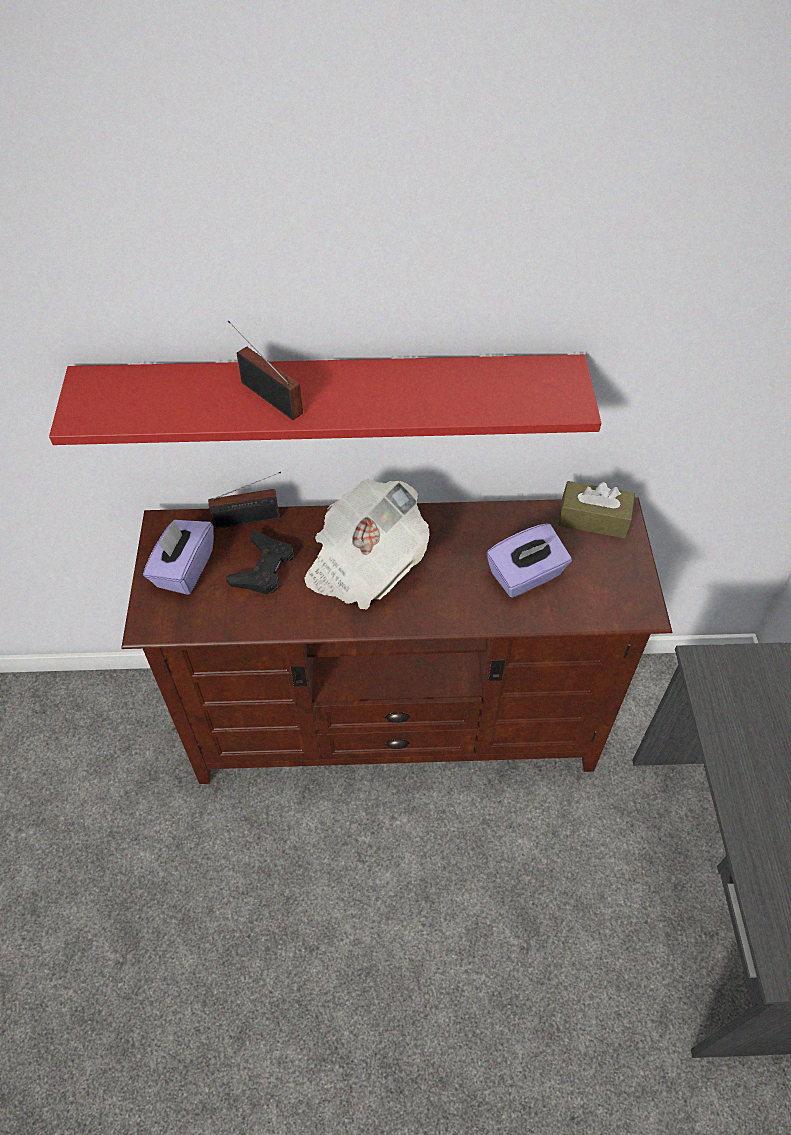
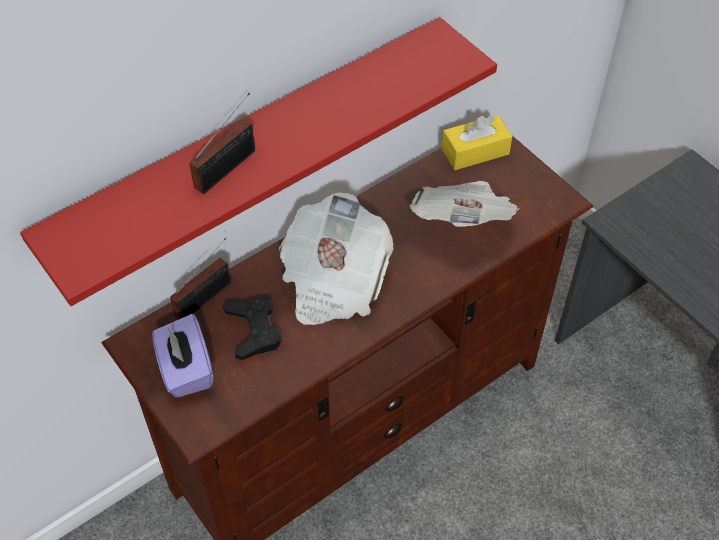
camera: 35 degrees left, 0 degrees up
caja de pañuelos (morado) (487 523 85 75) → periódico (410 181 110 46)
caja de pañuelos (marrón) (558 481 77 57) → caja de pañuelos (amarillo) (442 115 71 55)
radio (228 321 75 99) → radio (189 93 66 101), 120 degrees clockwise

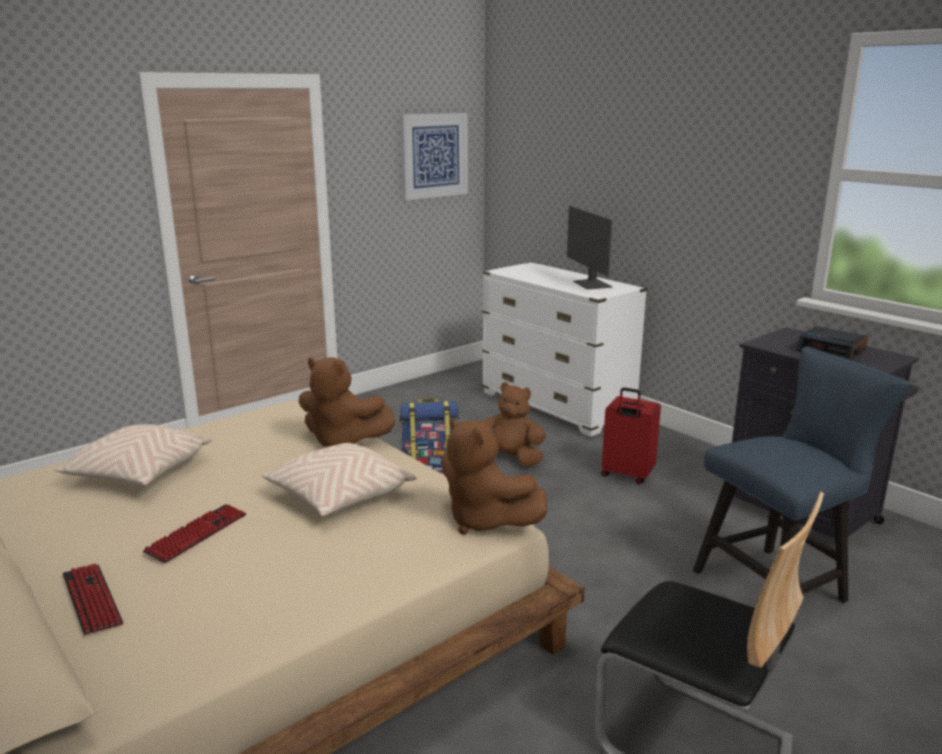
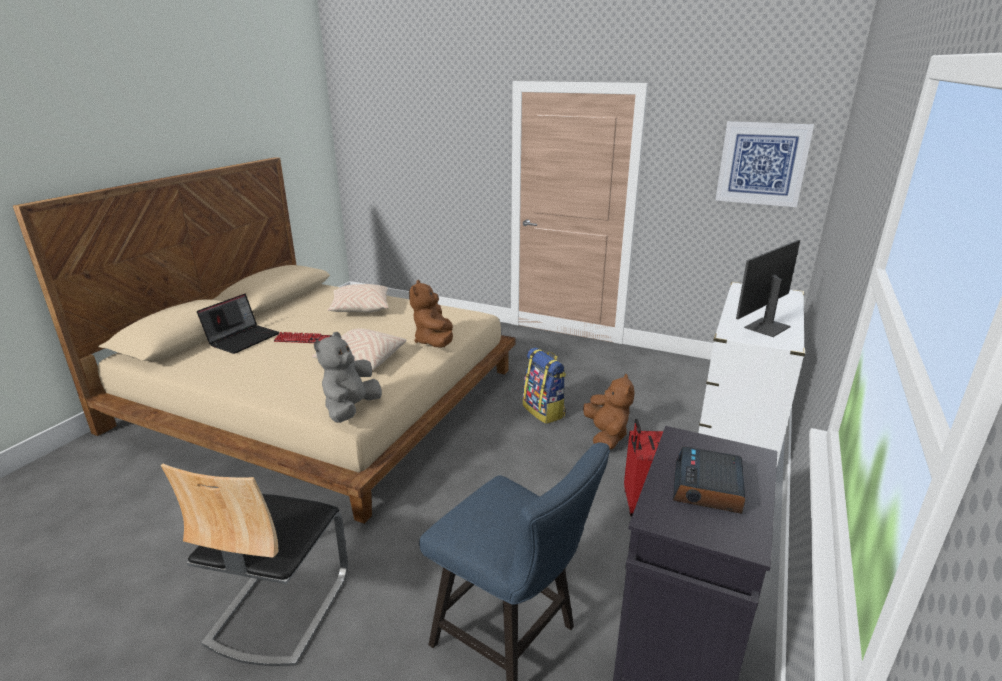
camera: 65 degrees right, 5 degrees up
teclado (62 563 61 72) → portátil (197 294 82 60)
peluche (marrón) (441 417 107 118) → peluche (gris) (314 332 68 91)

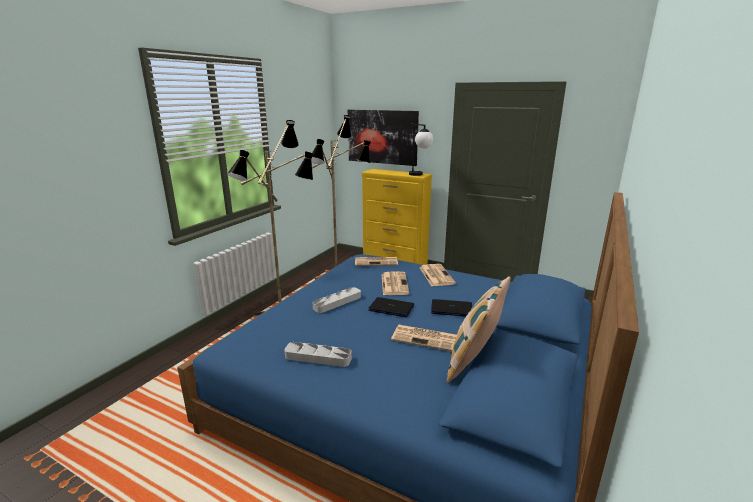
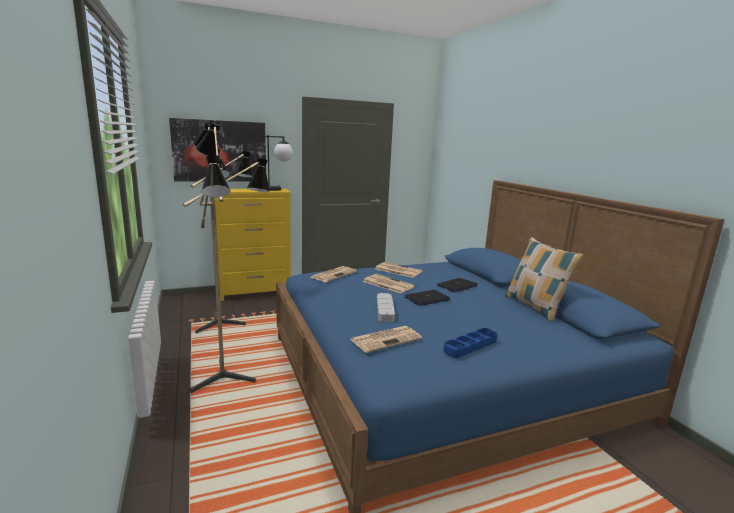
camera: 50 degrees left, 5 degrees down
periódico (391 325 66 26) → periódico (350 326 72 27), moved
bandeja (gris) (284 342 68 25) → bandeja (azul) (443 328 55 30)

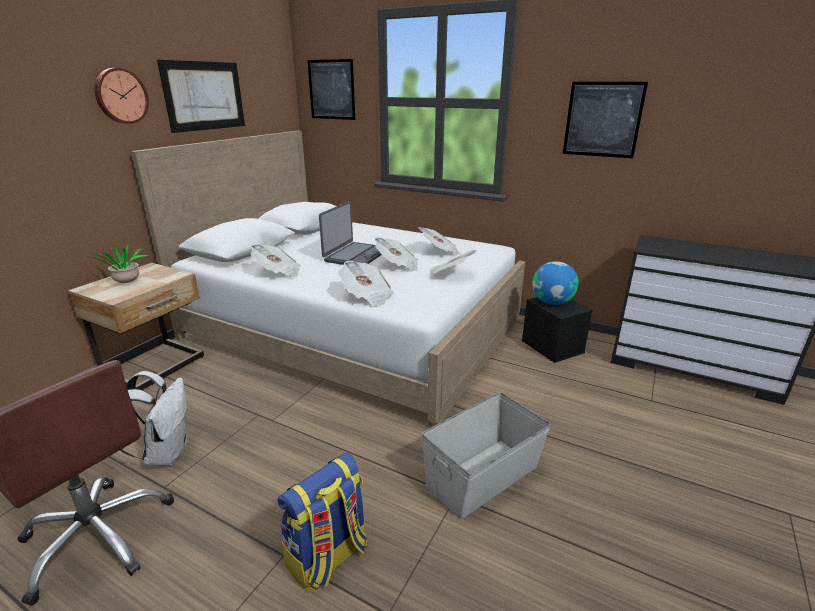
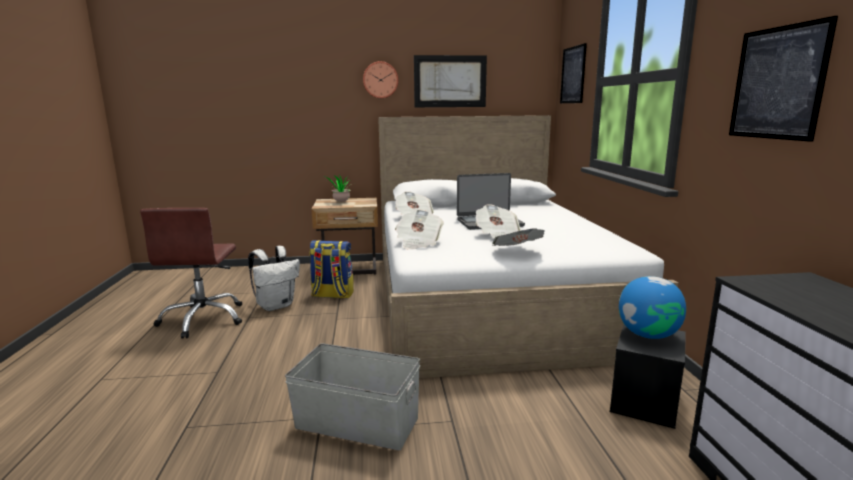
camera: 55 degrees right, 10 degrees down
periódico (419 227 42 28) → -
mochila (278 453 89 140) → mochila (309 240 45 59), moved

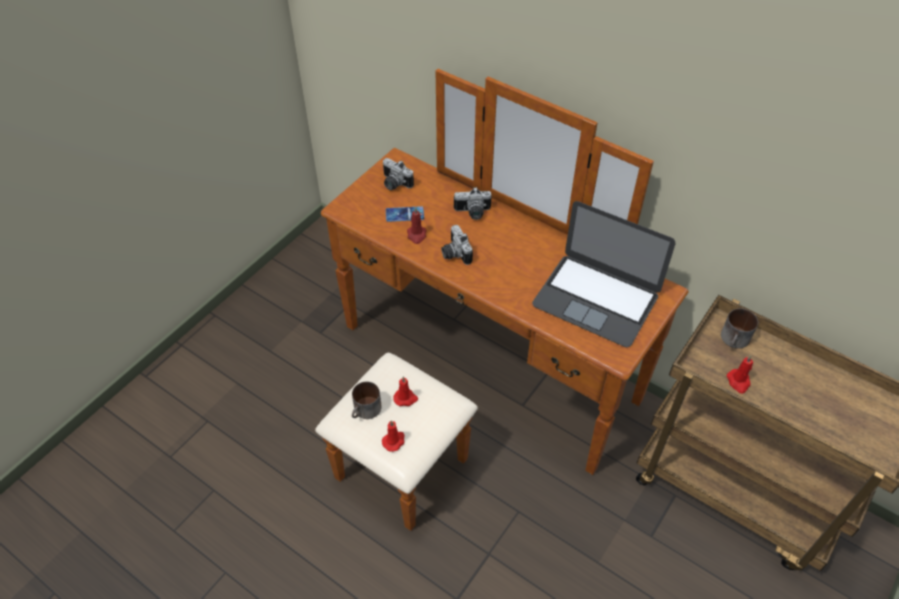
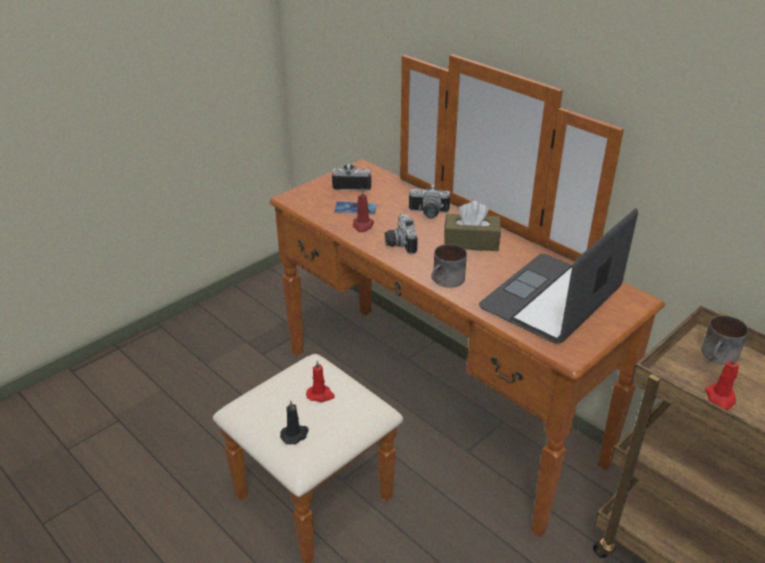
camera: 10 degrees right, 15 degrees down
- → caja de pañuelos (marrón) (444 201 57 50)
taza grande (352 381 30 38) → taza grande (431 244 36 44), moved
vela (rojo) (382 420 23 32) → vela (negro) (280 400 29 45)
cámara (382 158 32 32) → cámara (332 163 39 28), 135 degrees clockwise
portátil (532 201 143 146) → portátil (479 208 159 135), 90 degrees clockwise

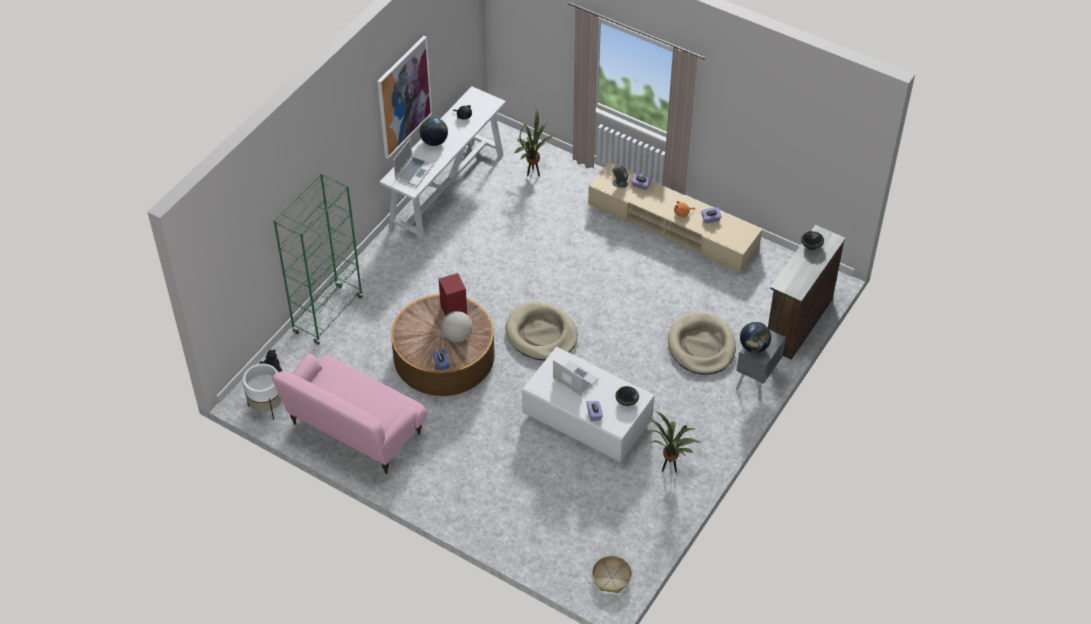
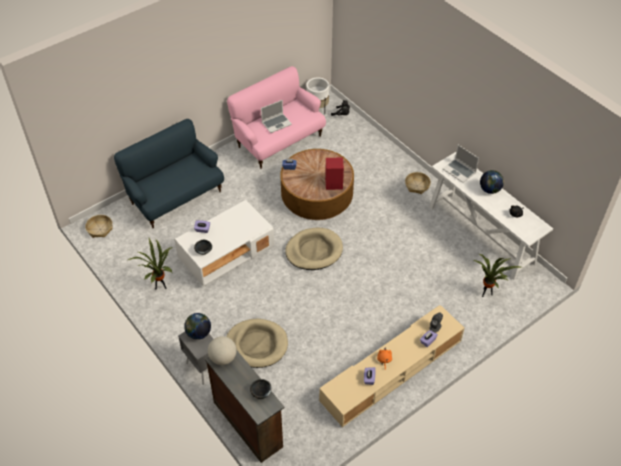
camera: 110 degrees right, 0 degrees up
estantería (verde) (273 173 90 172) → -
cuadro (377 36 55 123) → -
- → sofá (azul) (114 119 110 109)
- → cesta (405 172 26 22)
globo terráqueo (442 311 31 31) → globo terráqueo (208 336 28 29), moved
portátil (553 360 46 36) → portátil (261 100 31 33), moved

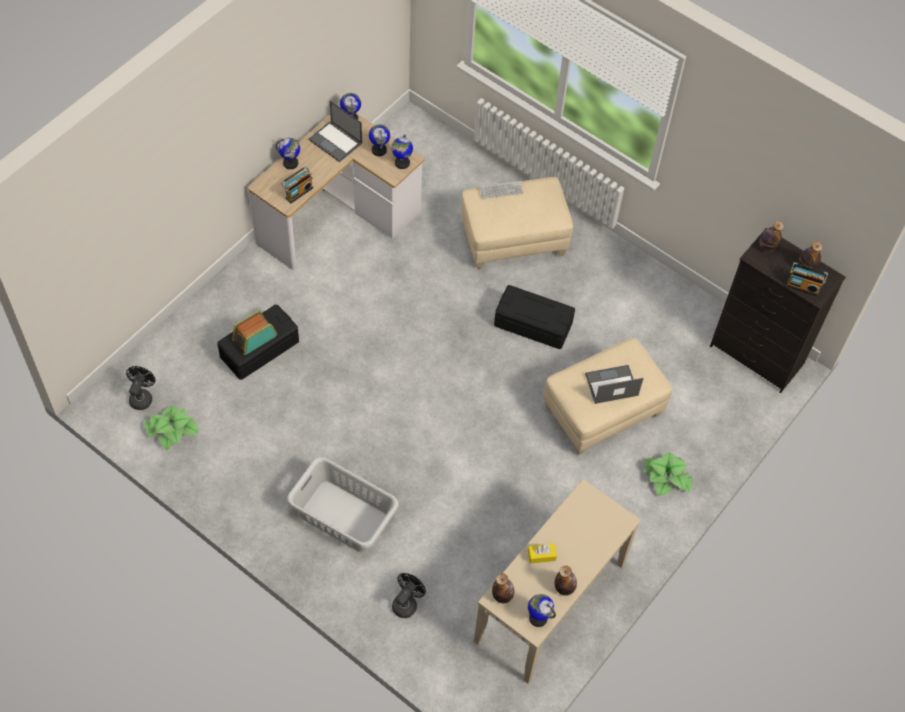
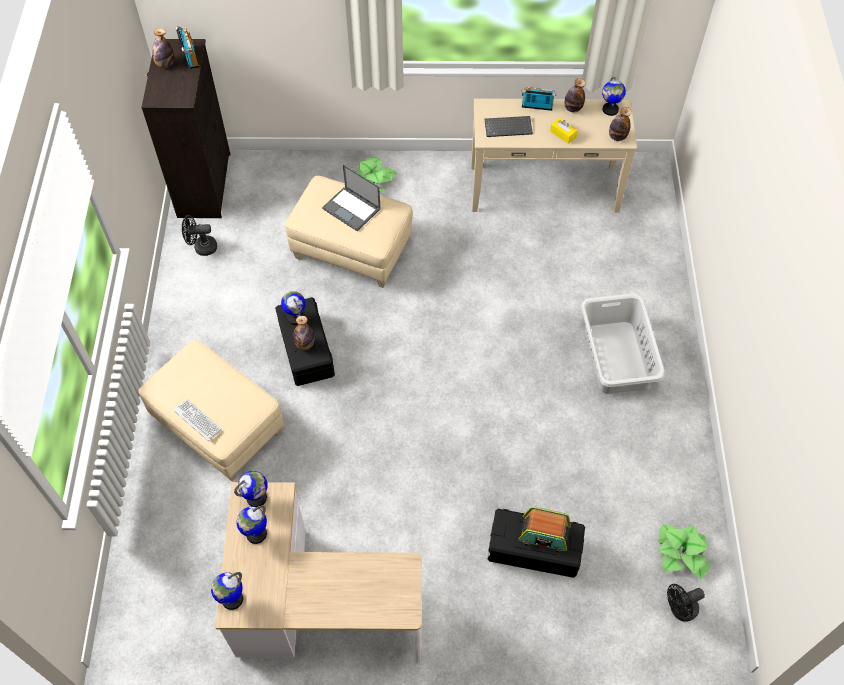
camera: 125 degrees left, 0 degrees up
portátil (309 101 53 61) → -
- → teclado (484 116 49 21)
globo terráqueo (275 138 25 31) → globo terráqueo (281 291 24 34), moved
radio (281 166 32 37) → radio (522 87 34 24), moved
ventilador (negro) (392 573 34 45) → ventilador (negro) (182 215 35 41), moved
botella (759 221 25 31) → botella (293 316 22 34), moved

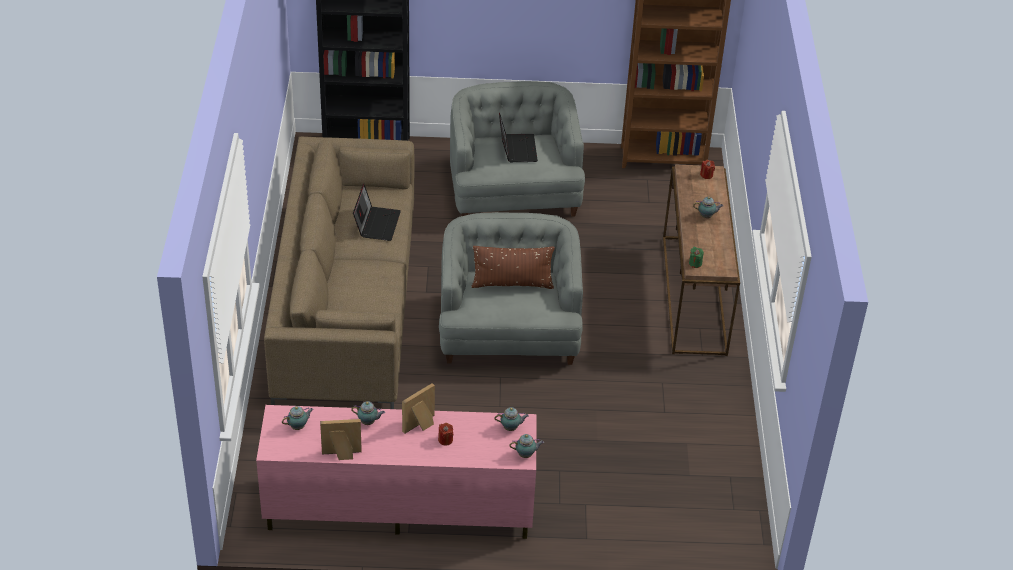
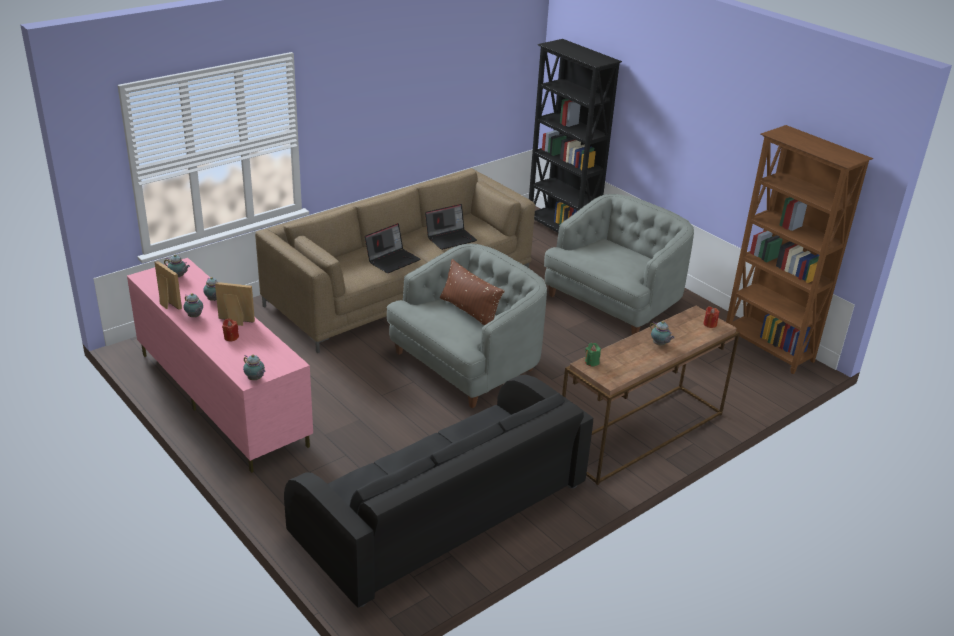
camera: 50 degrees right, 10 degrees down
- → sofá (negro) (284 375 309 233)
tetera (495 407 34 24) → tetera (184 293 19 24), moved
portátil (499 113 39 49) → portátil (365 223 55 50), moved

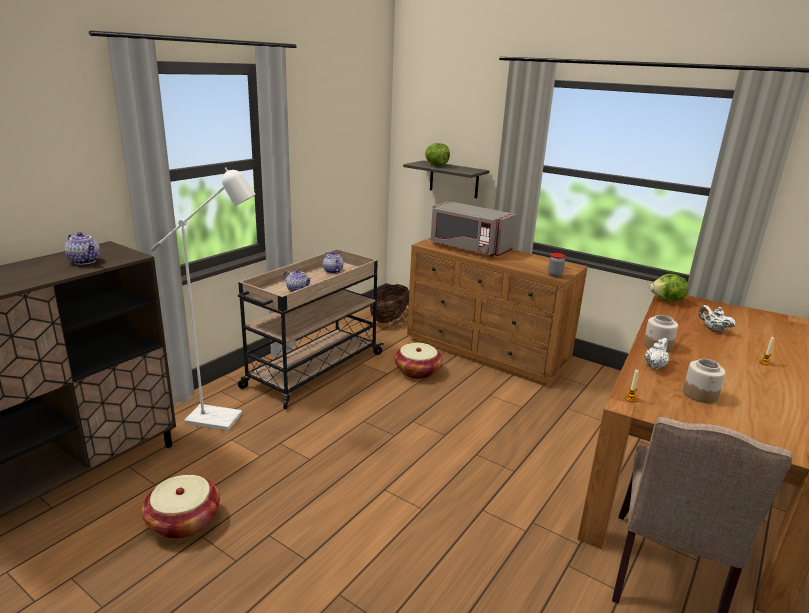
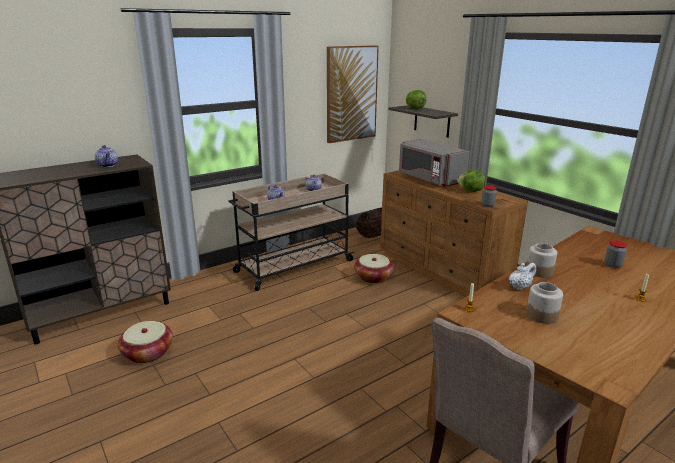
camera: 20 degrees right, 0 degrees up
lámpara de pie (blanco) (151 168 105 262) → -
- → cuadro (327 45 52 98)
lechuga (650 274 38 28) → lechuga (457 170 29 22), moved
tetera (blanco) (699 305 37 27) → tarro (604 240 23 28)

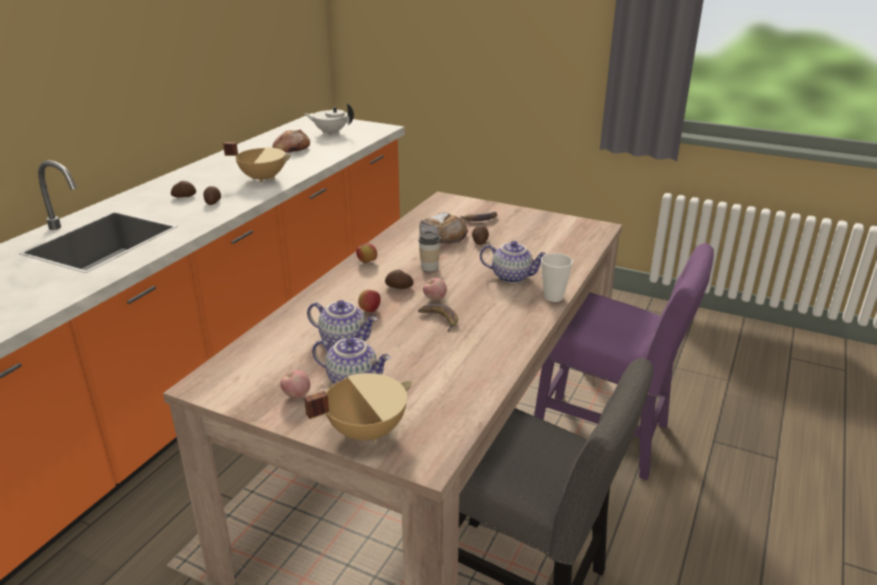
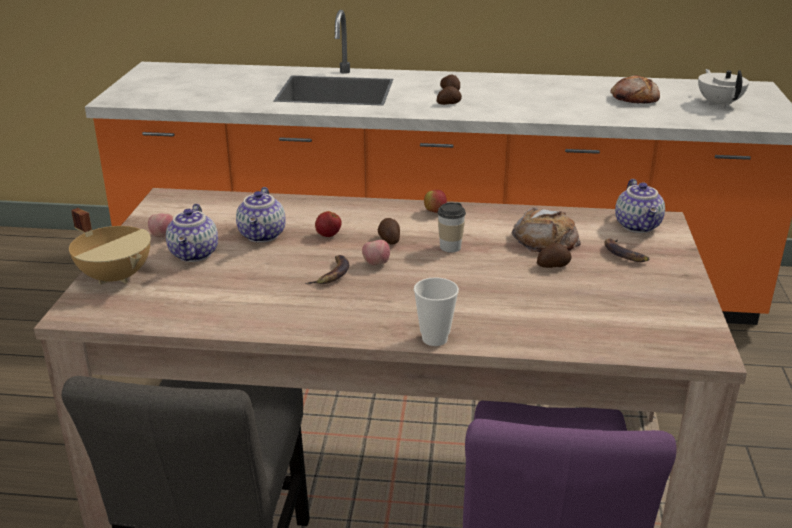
camera: 70 degrees right, 0 degrees up
olla (beis) (223 142 69 41) → -
tetera (480 241 66 42) → tetera (615 179 50 54), moved

